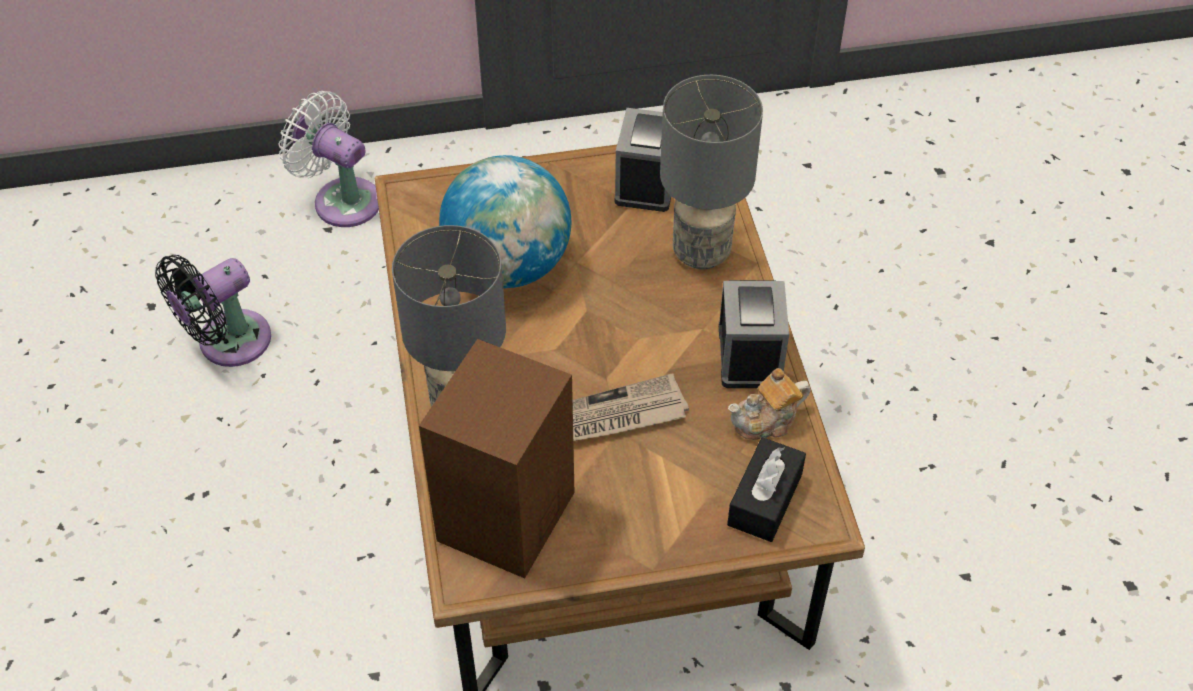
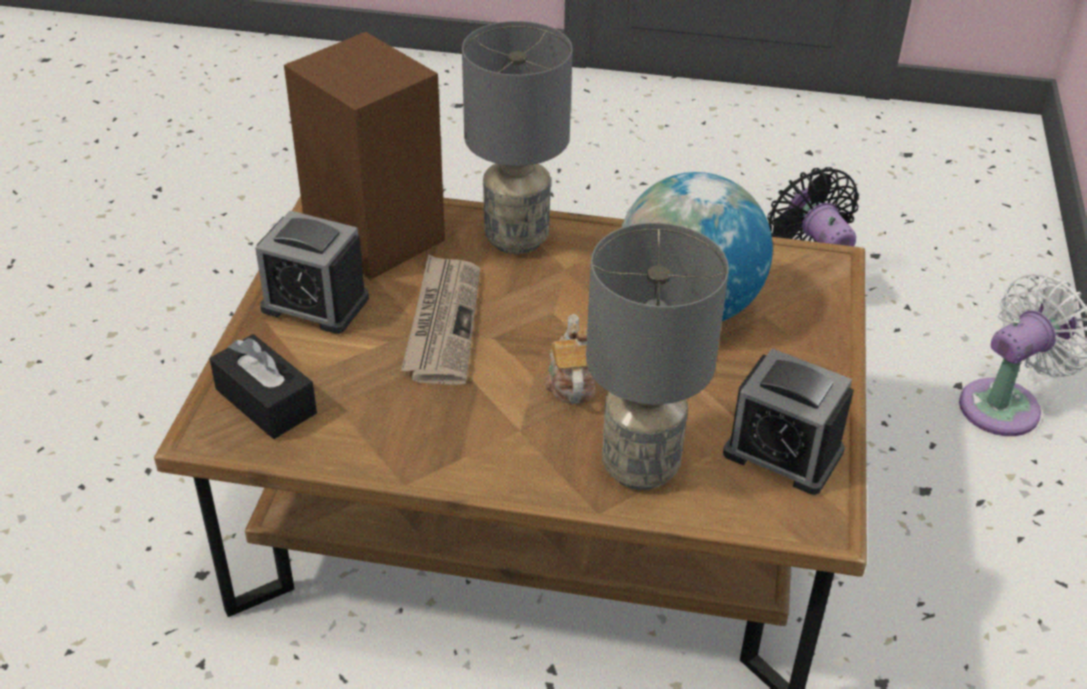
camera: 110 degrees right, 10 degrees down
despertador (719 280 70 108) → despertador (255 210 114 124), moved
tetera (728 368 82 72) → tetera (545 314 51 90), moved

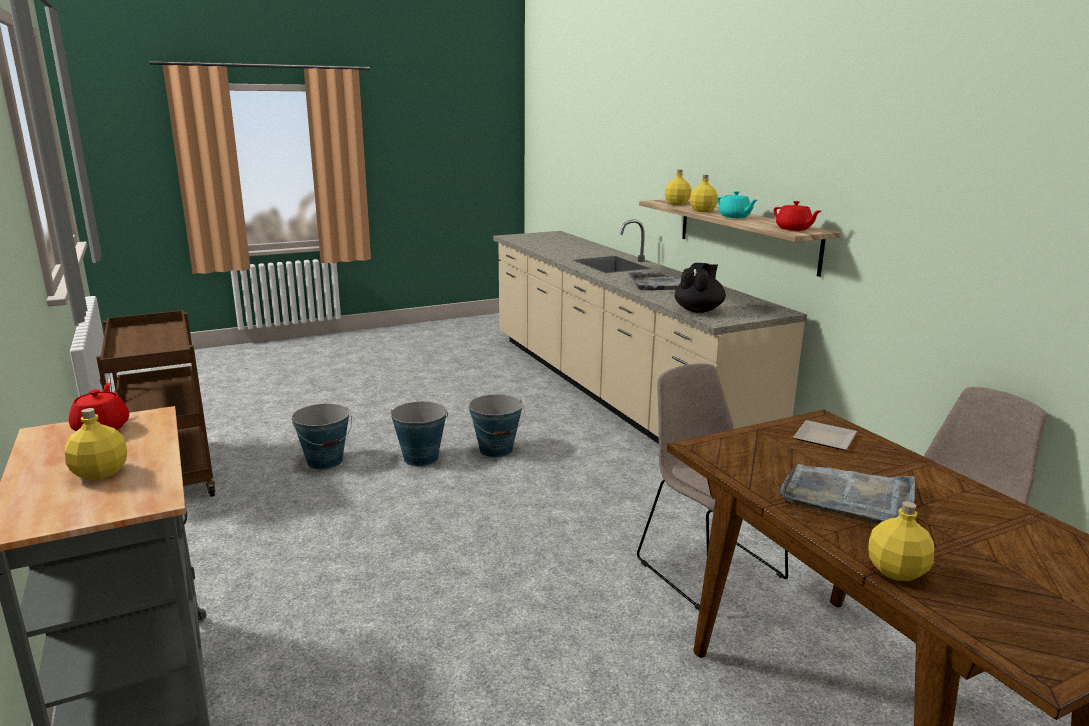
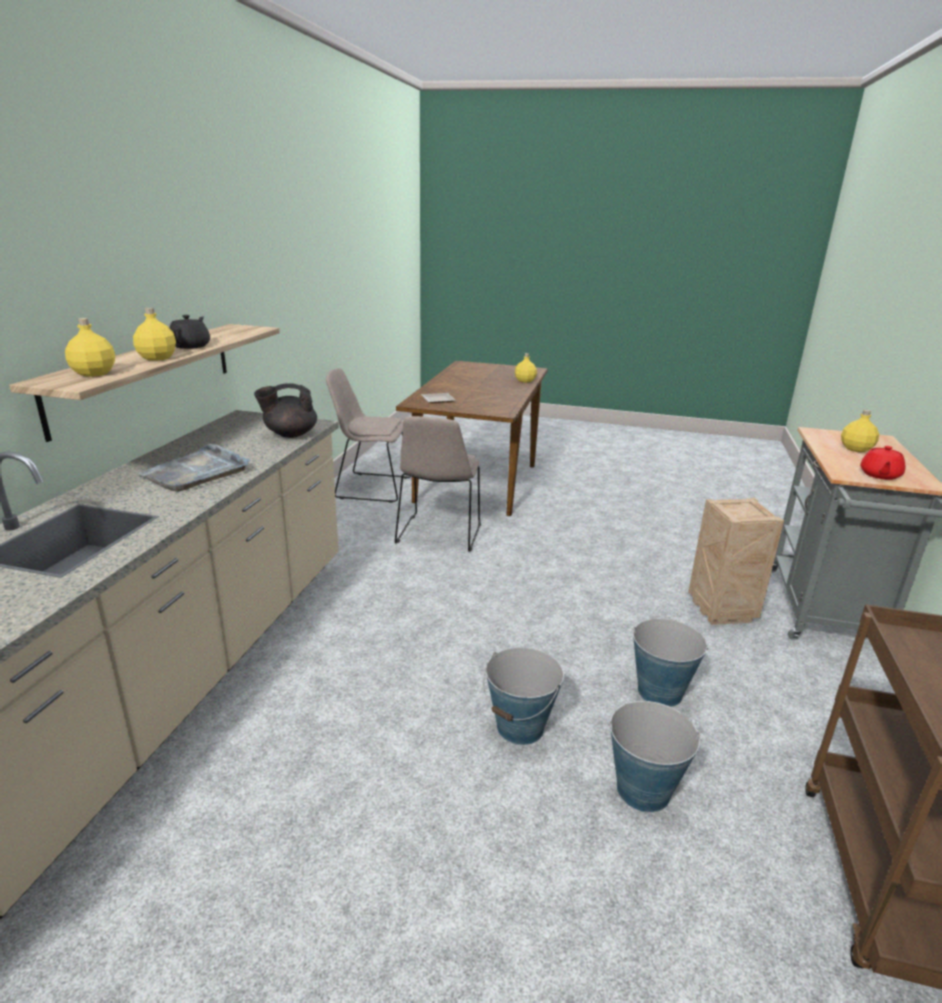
camera: 140 degrees left, 5 degrees up
tetera (rojo) (773 201 48 30) → -
bandeja (gris) (780 464 135 61) → -
- → caja de embalaje (688 498 96 127)
cubo (469 394 56 64) → cubo (633 618 75 89), moved
tetera (turquesa) (717 191 40 27) → tetera (negro) (169 315 41 34)

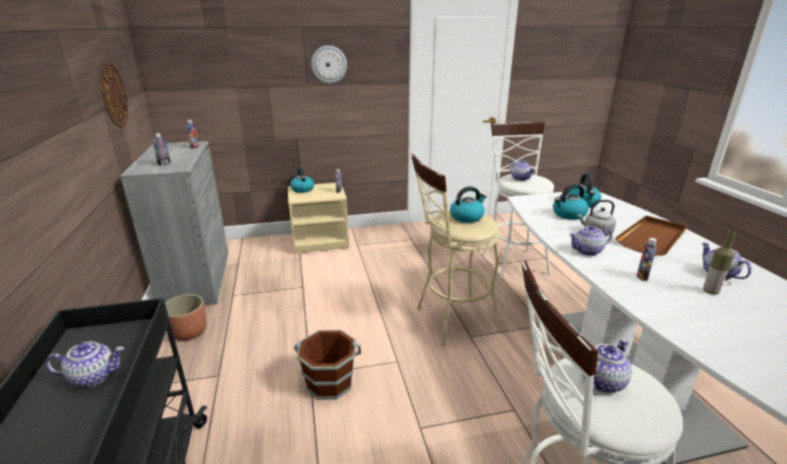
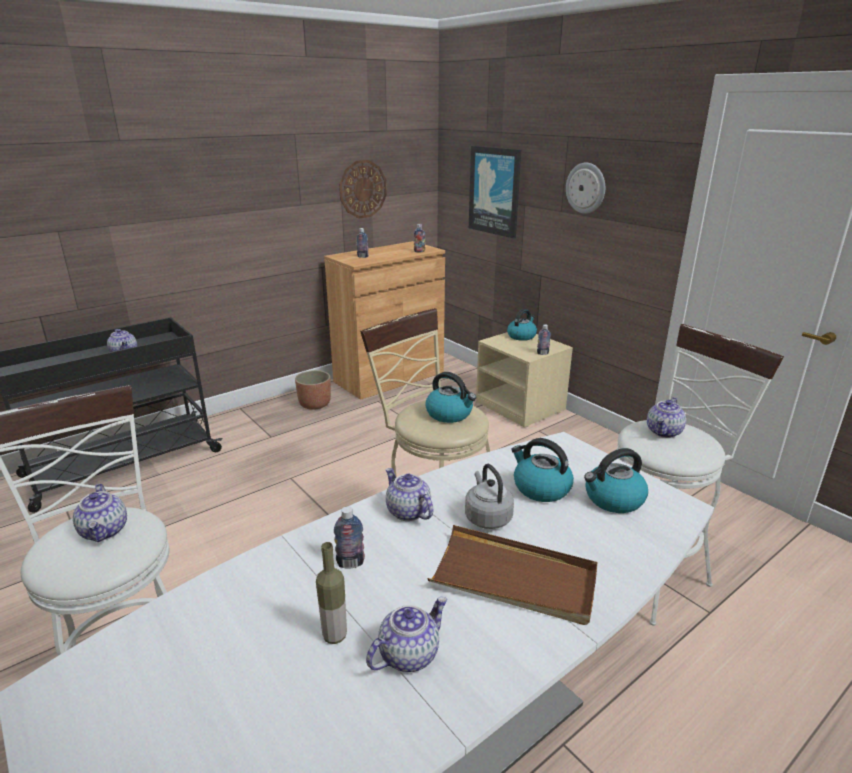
camera: 65 degrees right, 0 degrees up
cubo (marrón) (294 330 67 70) → -
- → cuadro (469 146 52 93)
armario (gris) (120 141 108 164) → armario (marrón) (324 241 121 159)
tetera (582 339 50 54) → tetera (73 484 54 58), 45 degrees clockwise

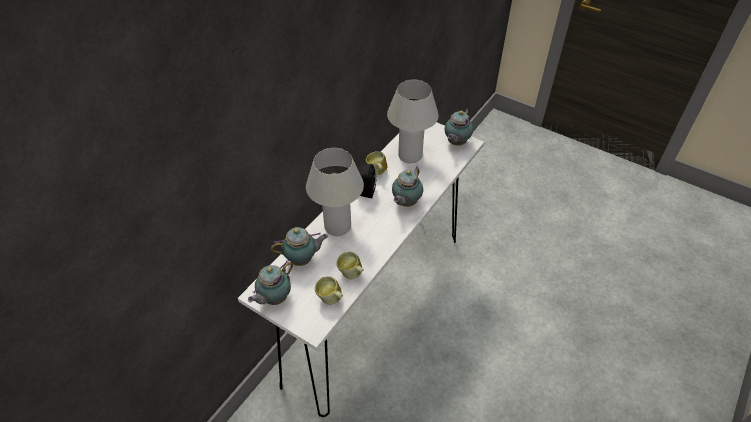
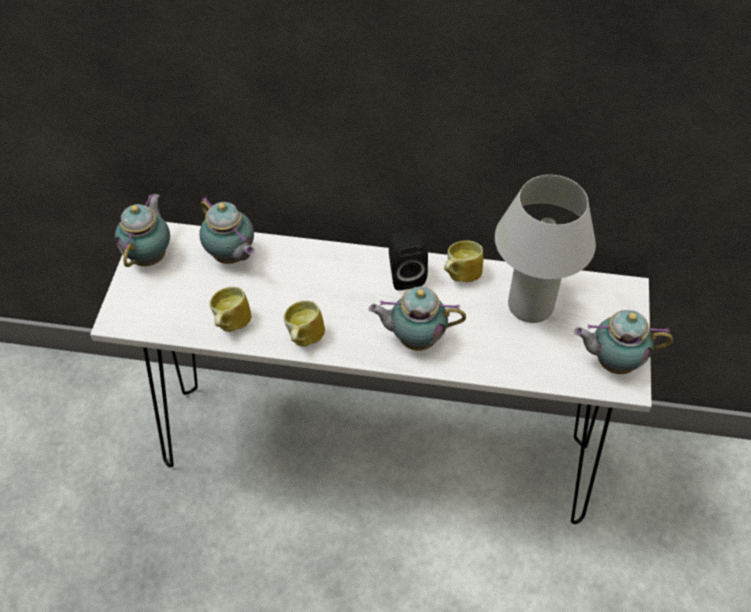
camera: 65 degrees right, 5 degrees up
lámpara de mesa (blanco) (306 148 58 88) → -
taza grande (315 276 28 29) → taza grande (284 300 41 46), moved
tetera (248 260 45 45) → tetera (115 194 55 73), 90 degrees clockwise

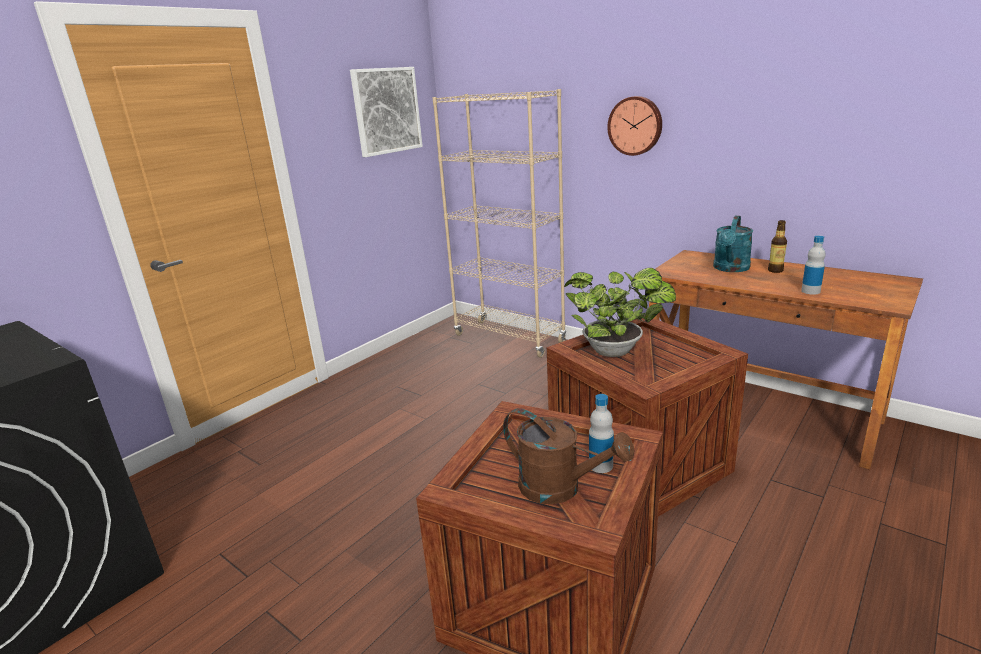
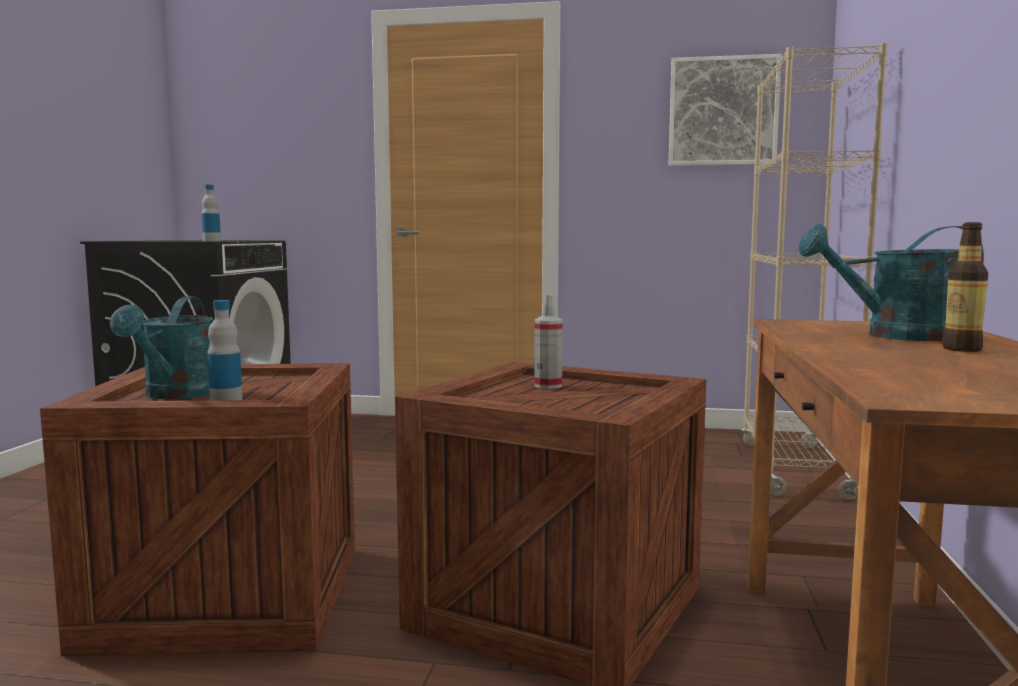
camera: 60 degrees right, 15 degrees down
reloj de pared (607 96 55 60) → -
botella (801 236 25 59) → botella (202 185 19 56), moved
planta en maceta (564 268 112 89) → pulverizador (534 294 29 95)
regadera (marrón) (503 408 132 96) → regadera (turquesa) (110 296 103 103)

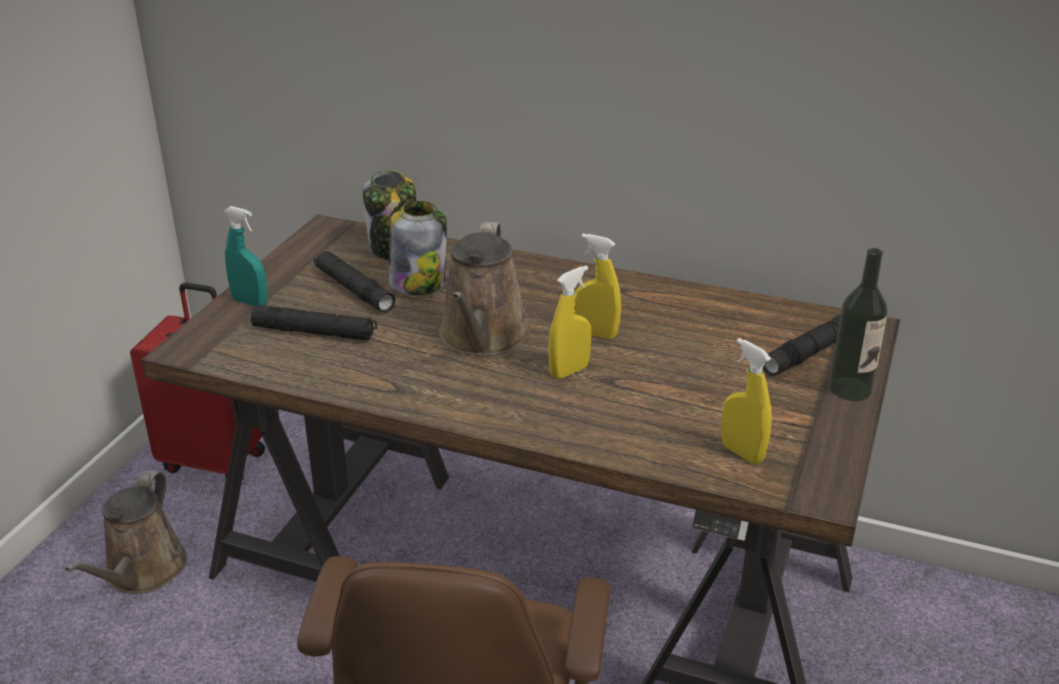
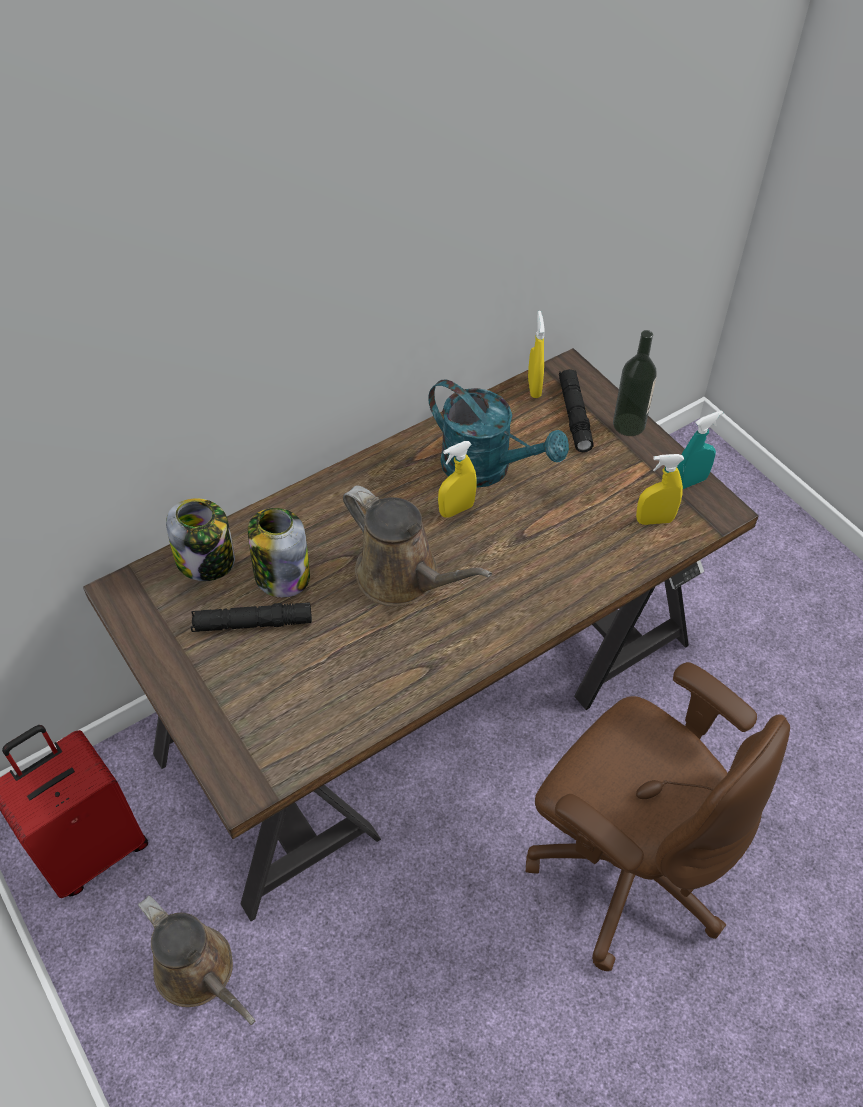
camera: 55 degrees left, 20 degrees up
linterna (negro) (251 305 126 35) → -
- → regadera (turquesa) (428 380 141 108)
pulverizador (turquesa) (224 206 44 100) → pulverizador (turquesa) (677 411 46 78), moved
pulverizador (amarillo) (548 266 43 113) → pulverizador (amarillo) (528 311 17 87), moved

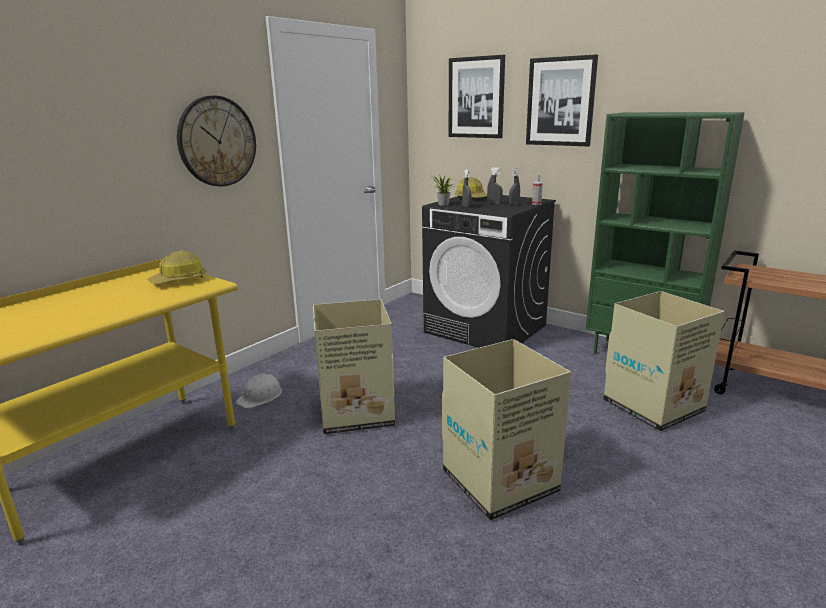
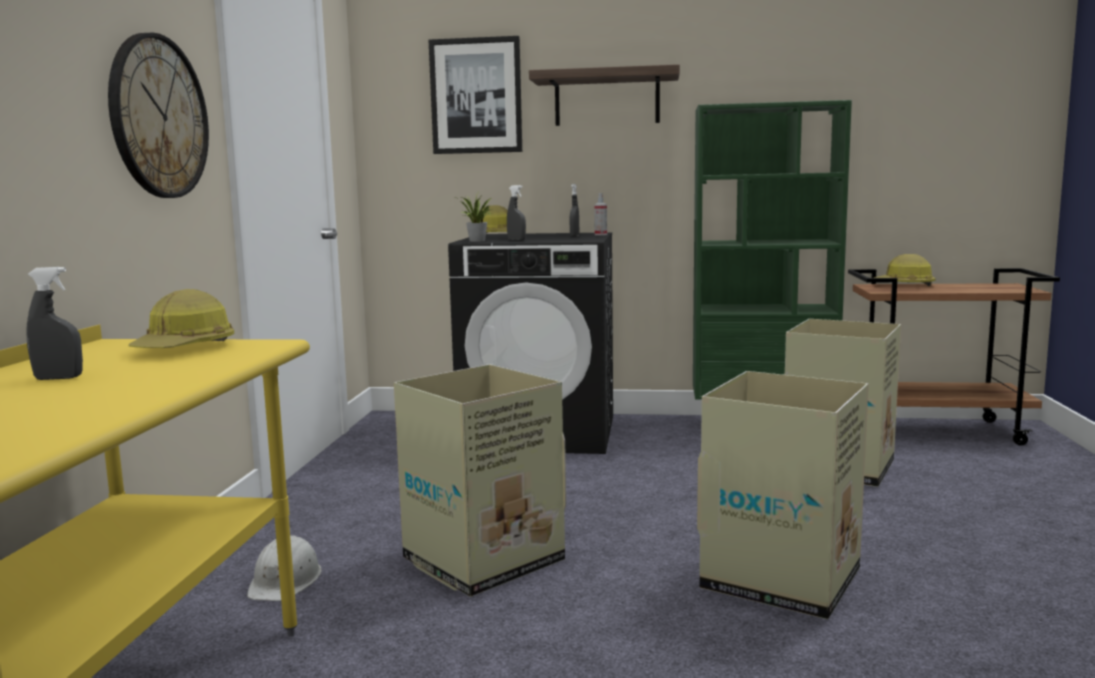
camera: 30 degrees left, 10 degrees down
- → casco (874 254 61 32)
pulverizador (gris) (487 167 16 37) → pulverizador (gris) (26 267 57 113), moved
cuadro (526 54 72 92) → estante (529 64 151 62)

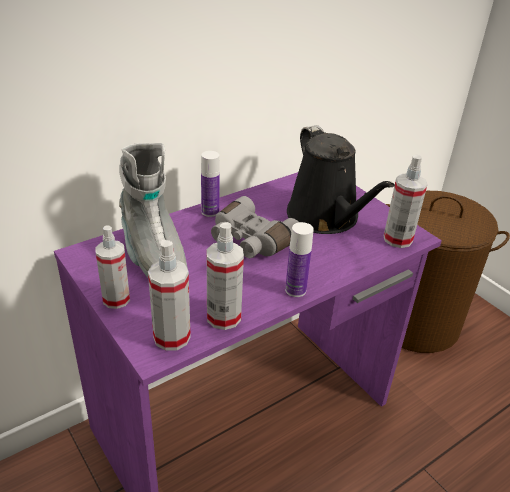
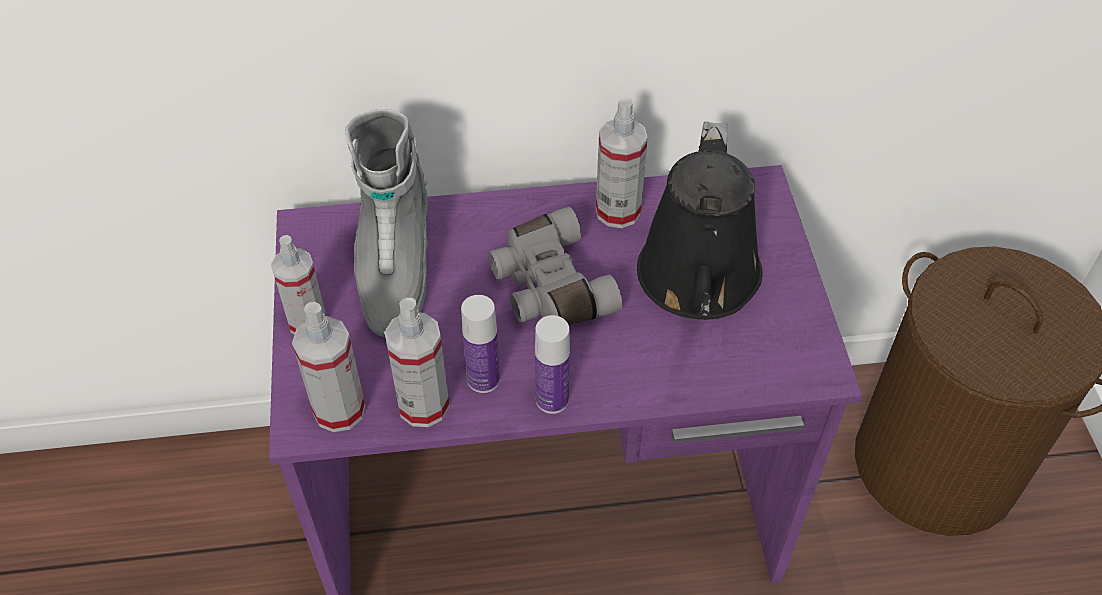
camera: 30 degrees right, 15 degrees up
botella (201 151 19 66) → botella (461 295 39 98), moved
pulverizador (384 154 44 94) → pulverizador (596 98 52 130), moved

